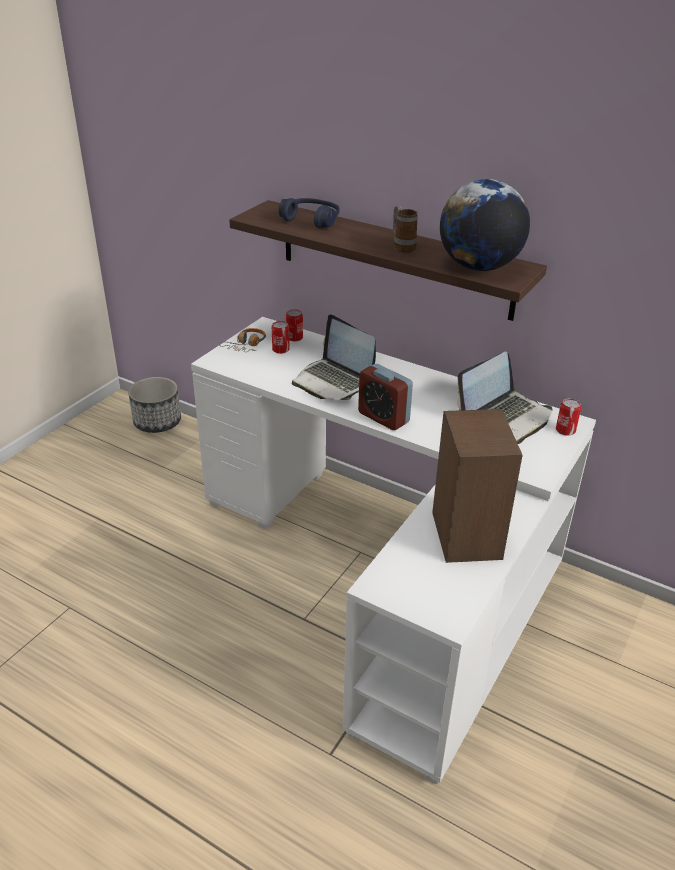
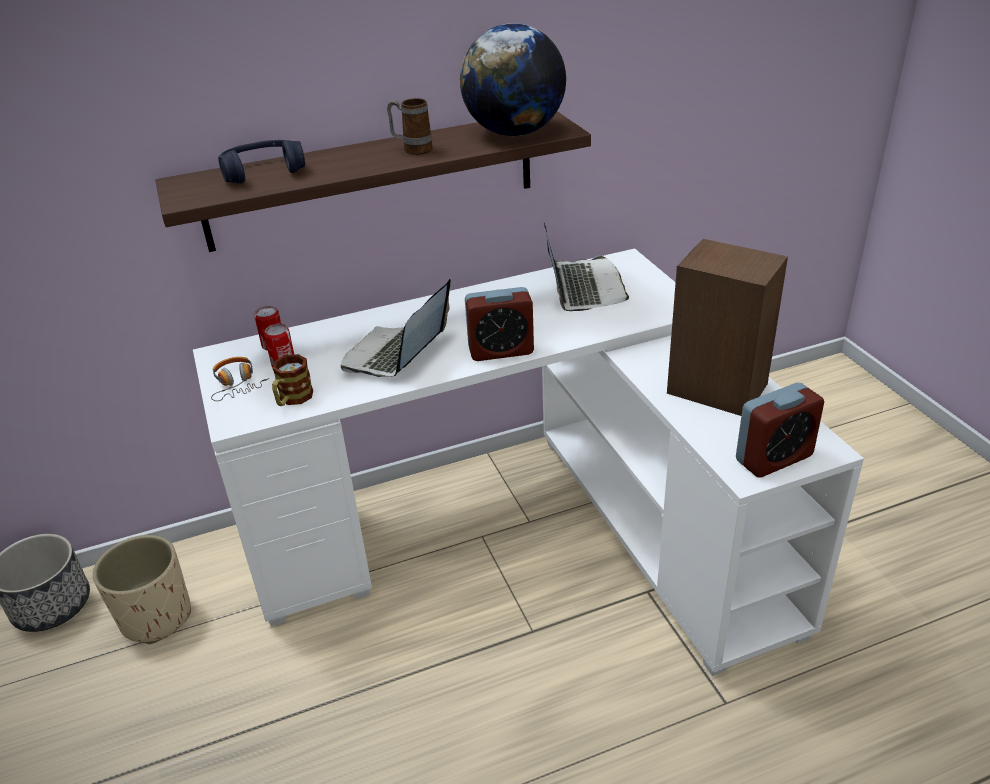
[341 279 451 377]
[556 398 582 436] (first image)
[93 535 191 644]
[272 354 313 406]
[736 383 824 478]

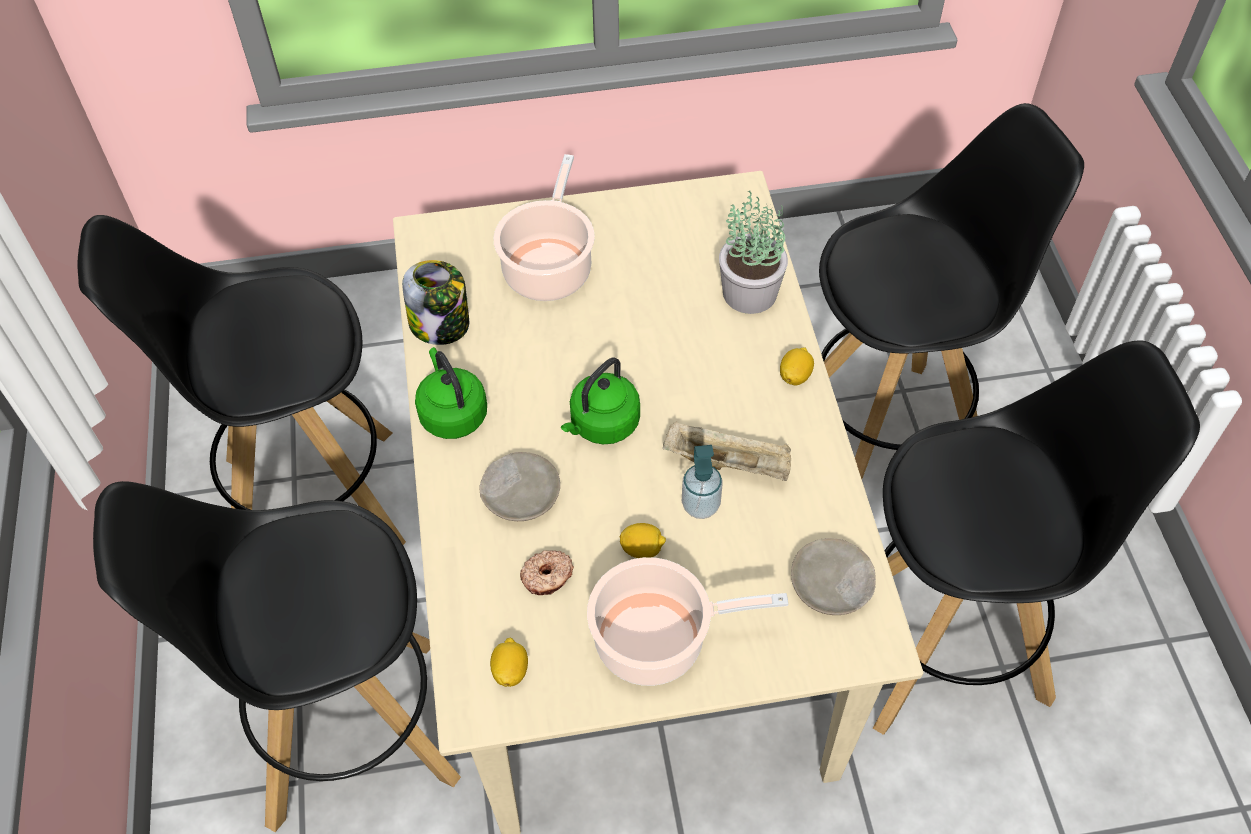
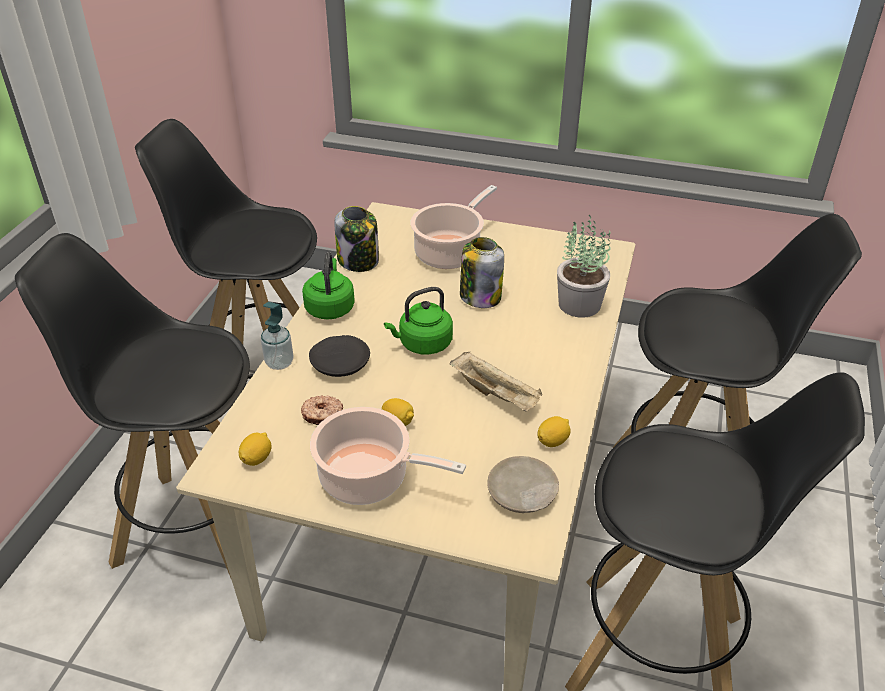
[309 335 370 377]
[261 302 294 370]
[537 416 571 447]
[460 237 504 308]

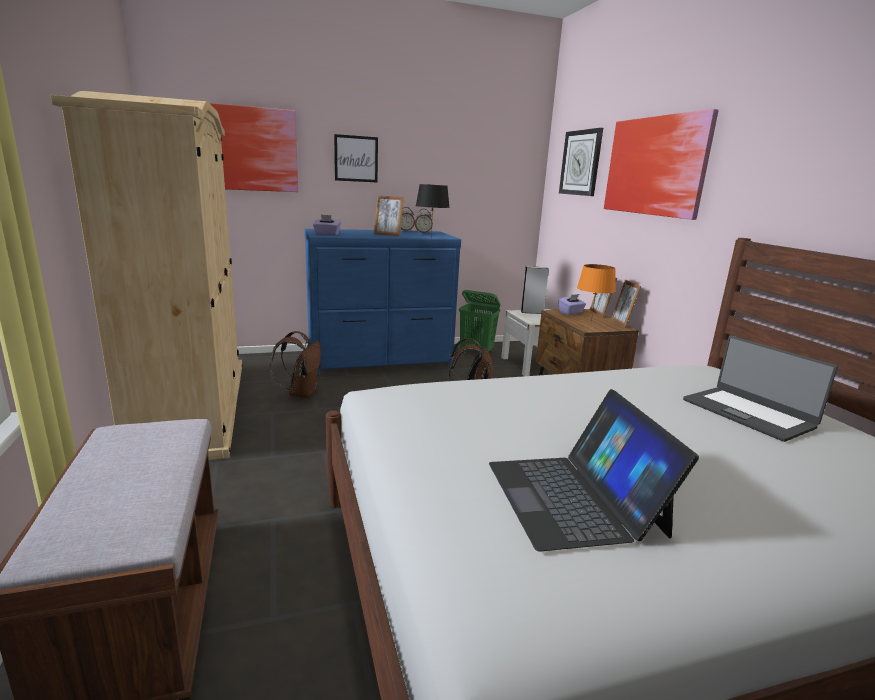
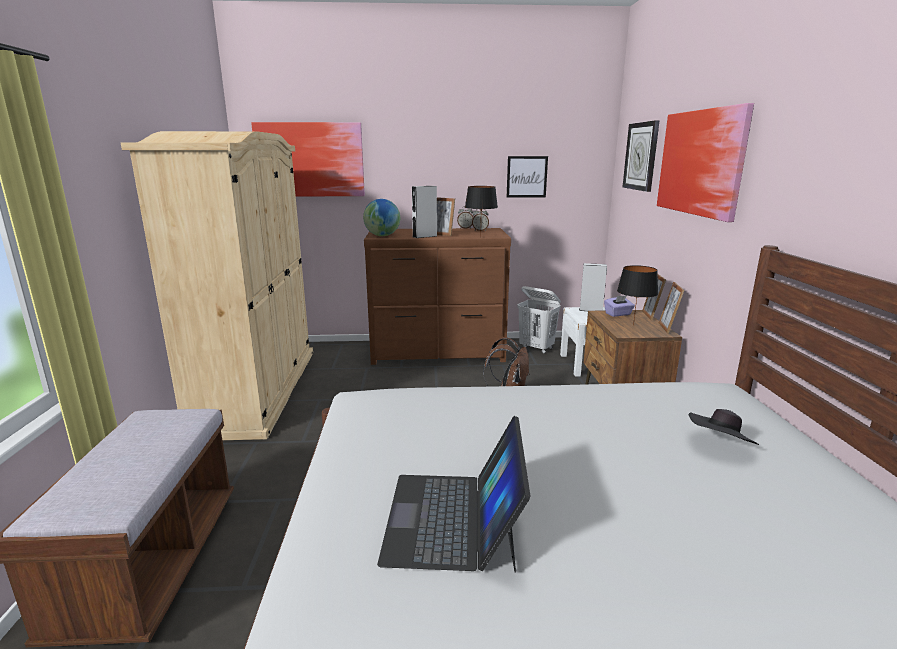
[270 331 321 398] (first image)
[364 228 511 365]
[363 199 400 236]
[507 156 548 198]
[517 286 561 353]
[617 265 658 326]
[689 409 759 445]
[412 186 437 238]

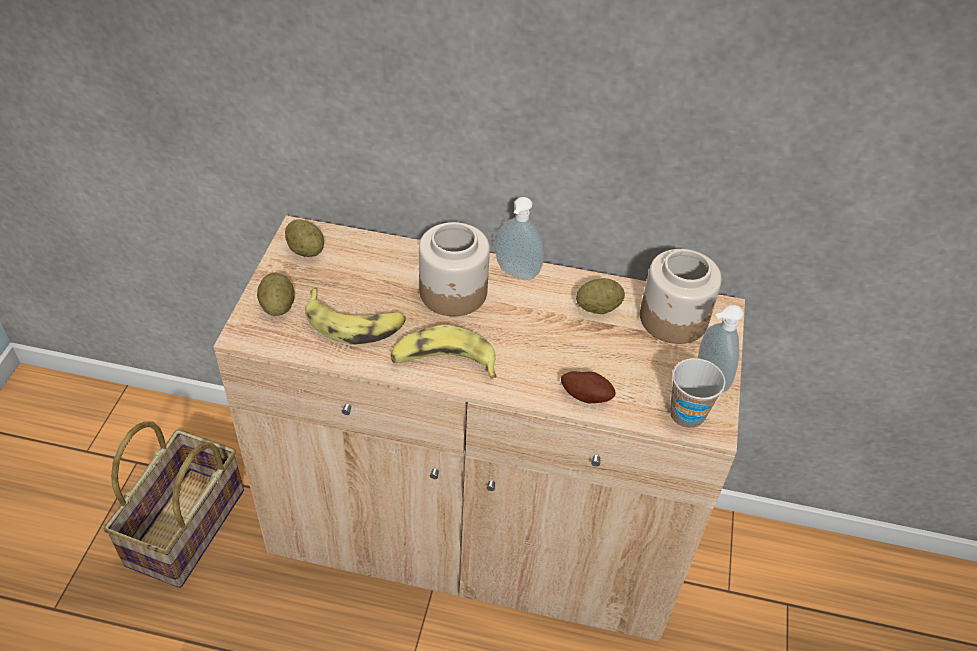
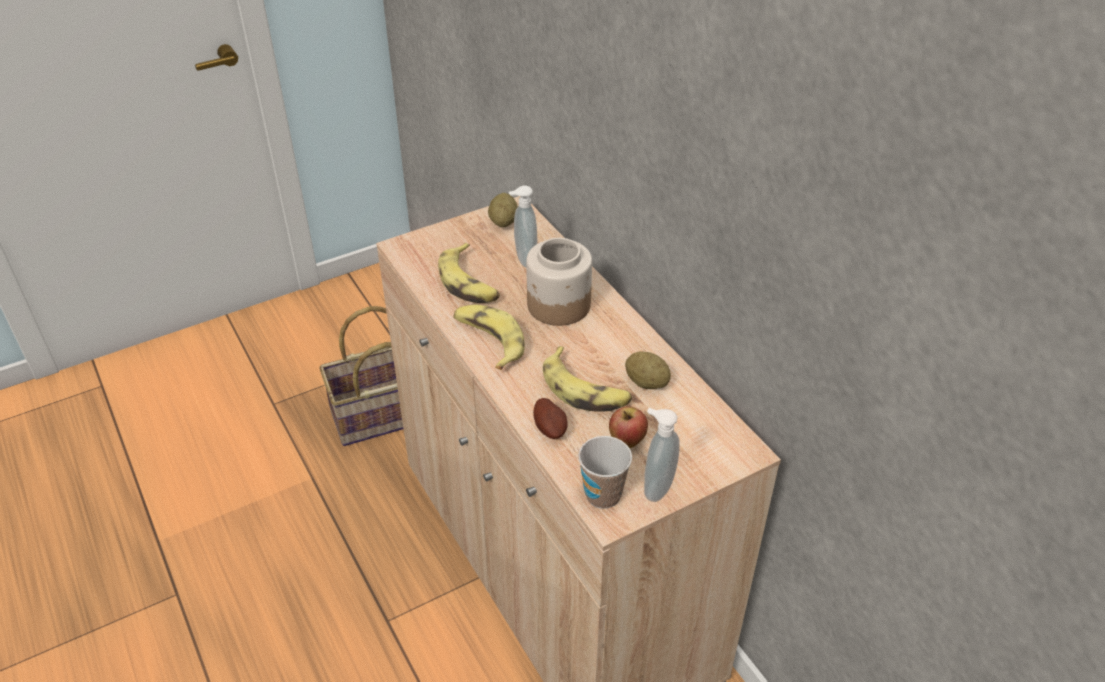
[257 273 295 316] (first image)
[509 185 537 268]
[640 249 722 344] (first image)
[543 346 632 412]
[609 406 648 448]

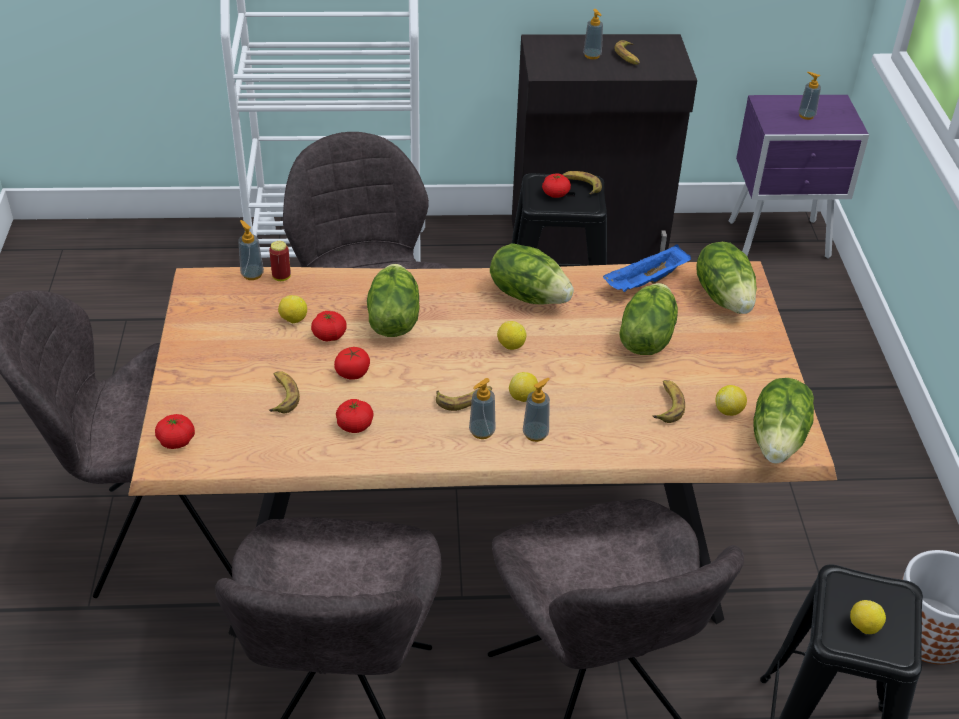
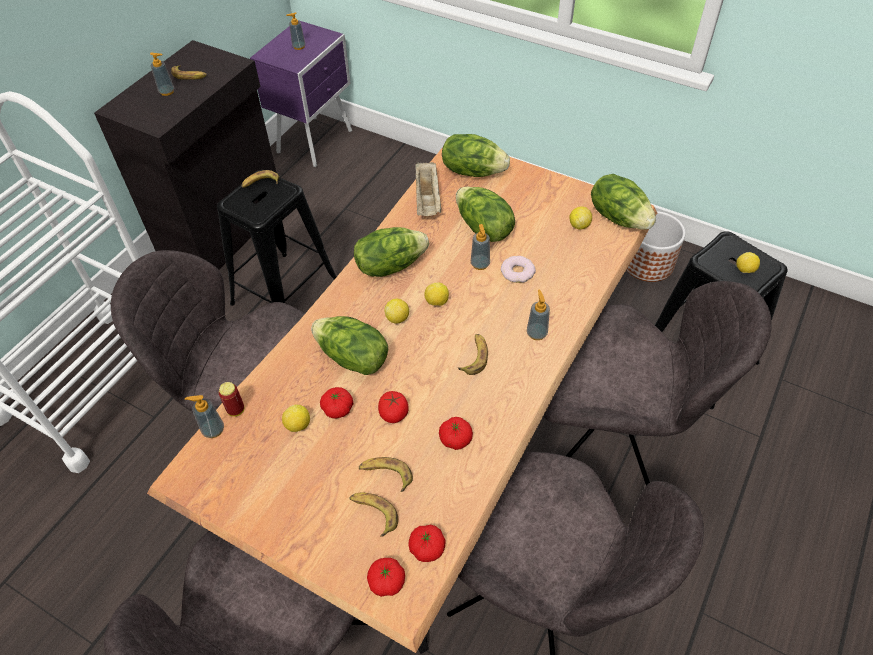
[471 224 490 270]
[384 299 409 324]
[408 525 446 562]
[416 161 441 216]
[349 493 398 536]
[501 256 536 283]

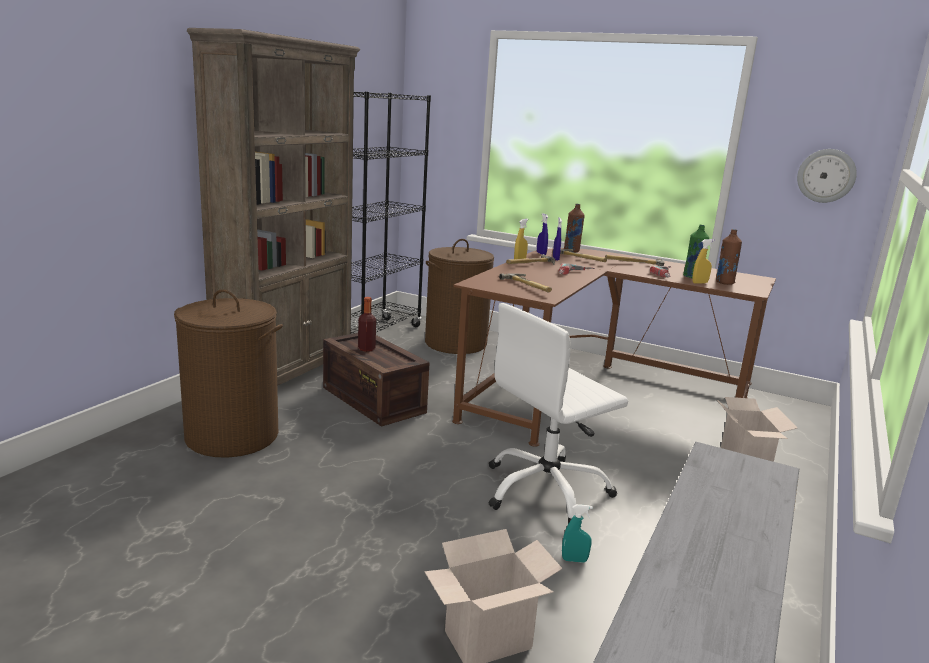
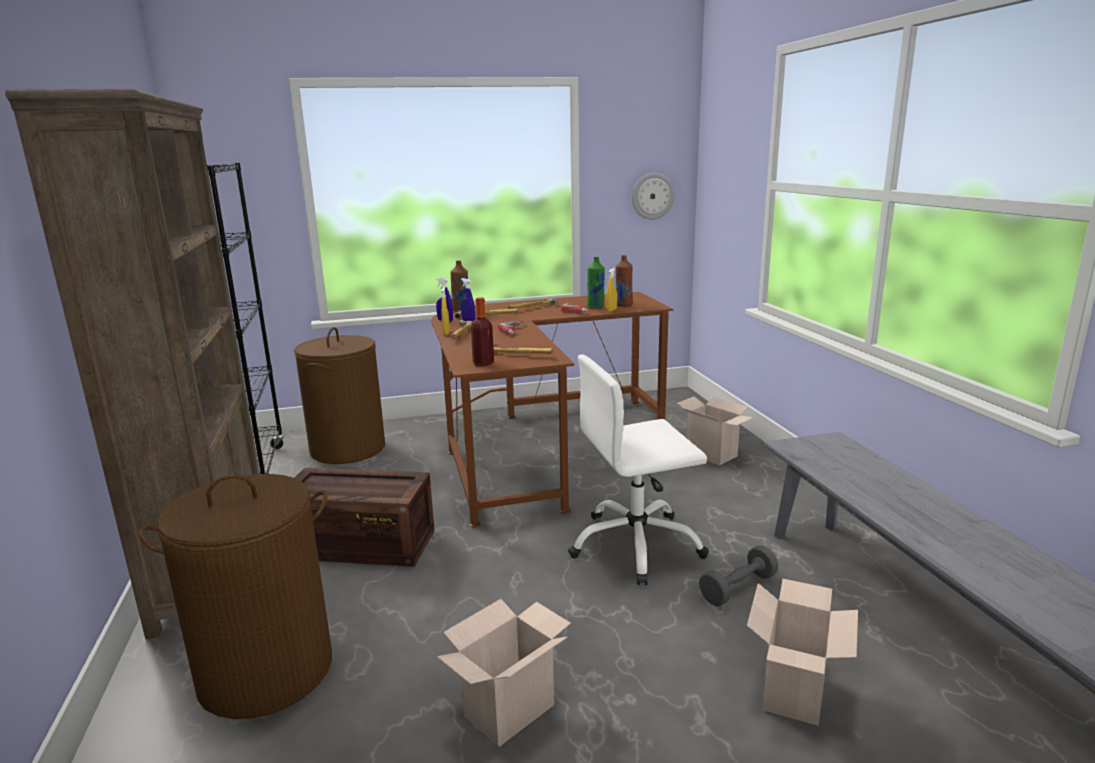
[471 297 494 366]
[568 354 709 585]
[699 545 778 606]
[437 599 571 747]

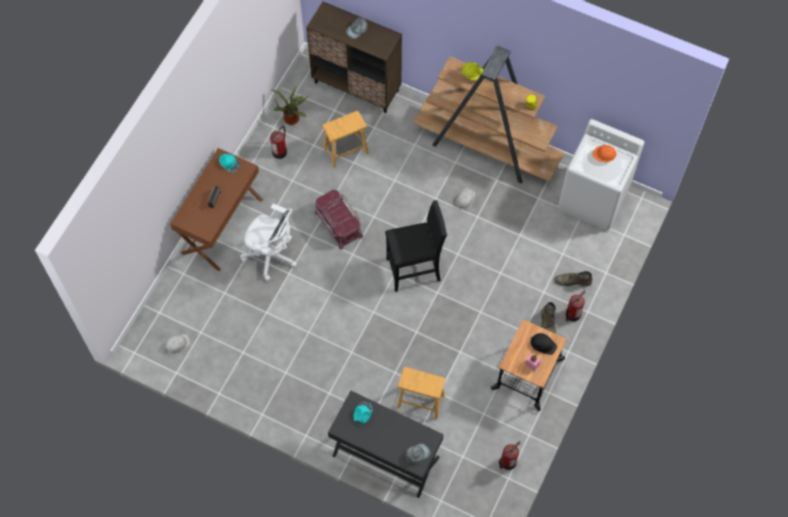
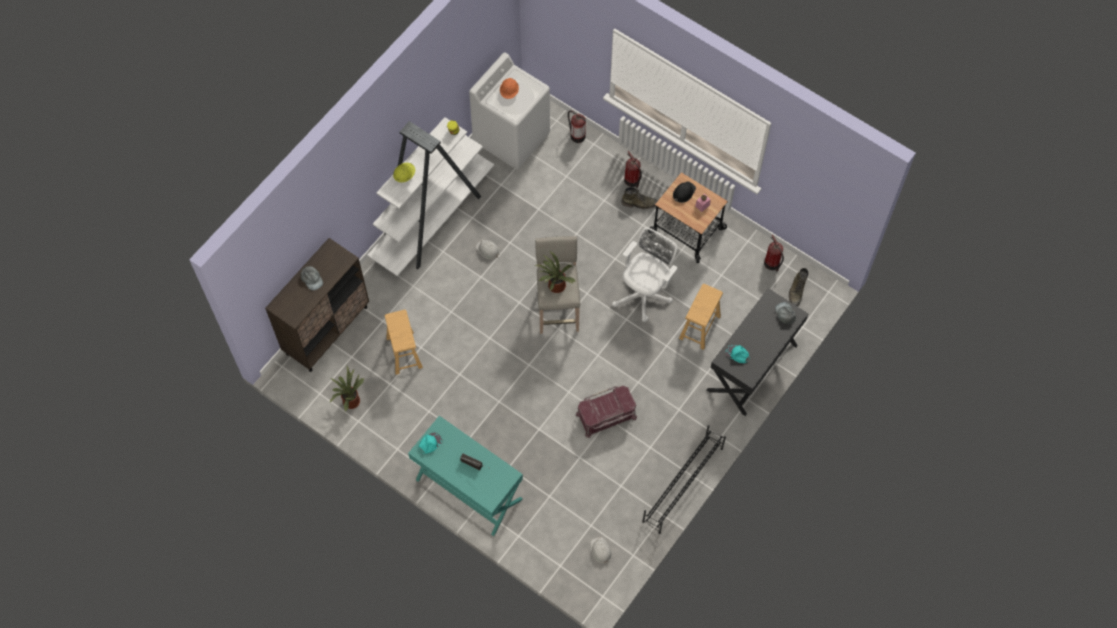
[408 416 523 536]
[612 227 678 322]
[568 110 586 143]
[576 386 637 438]
[535 236 580 334]
[367 117 494 276]
[789 268 809 307]
[534 251 576 293]
[642 425 726 534]

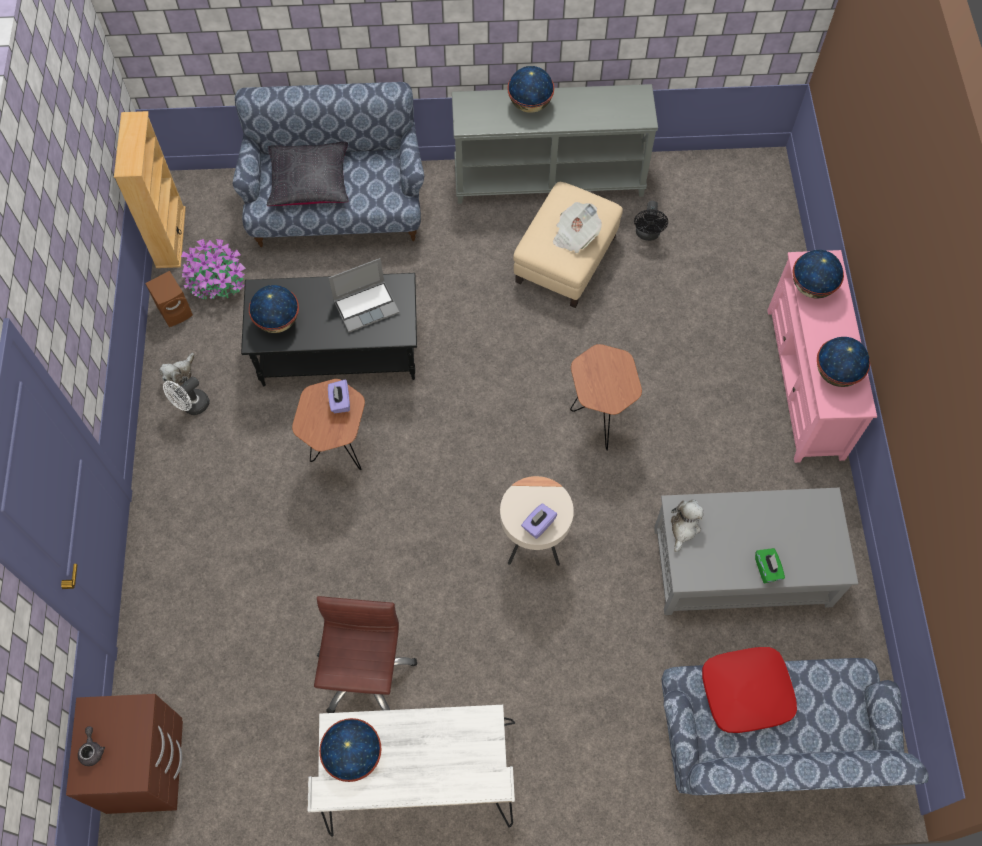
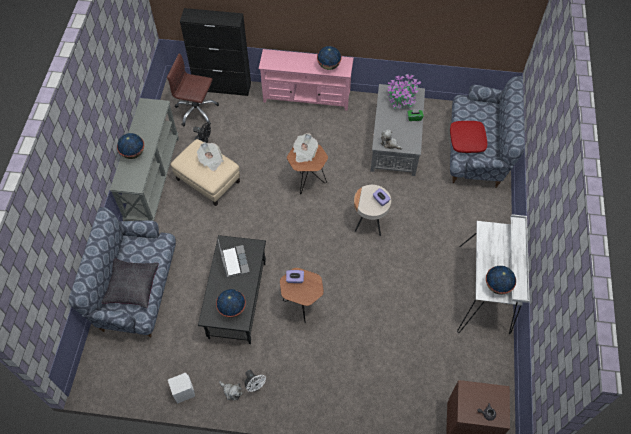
[114 111 186 268] (first image)
[168 372 195 404]
[387 74 421 109]
[167 53 219 126]
[792 250 844 299] (first image)
[180 8 251 96]
[293 133 318 162]

